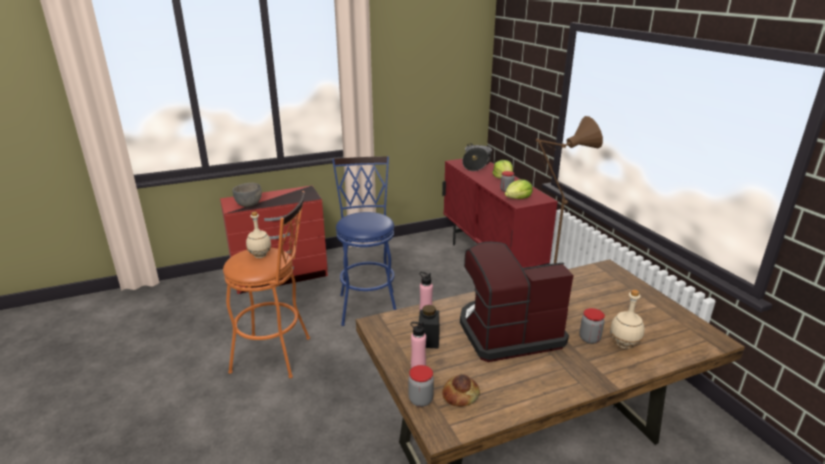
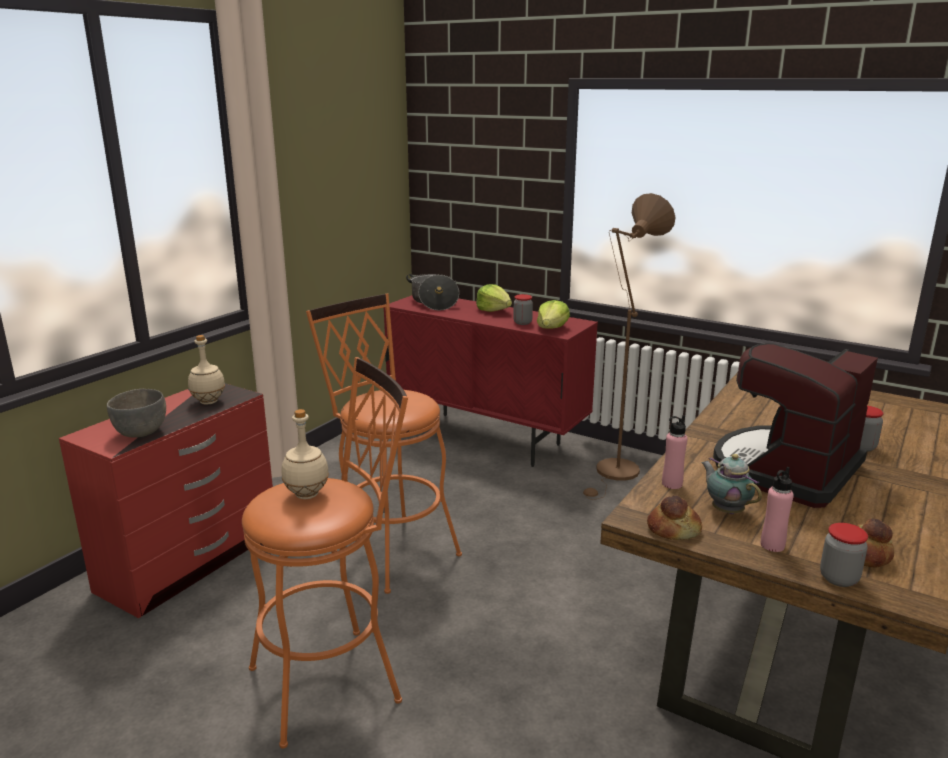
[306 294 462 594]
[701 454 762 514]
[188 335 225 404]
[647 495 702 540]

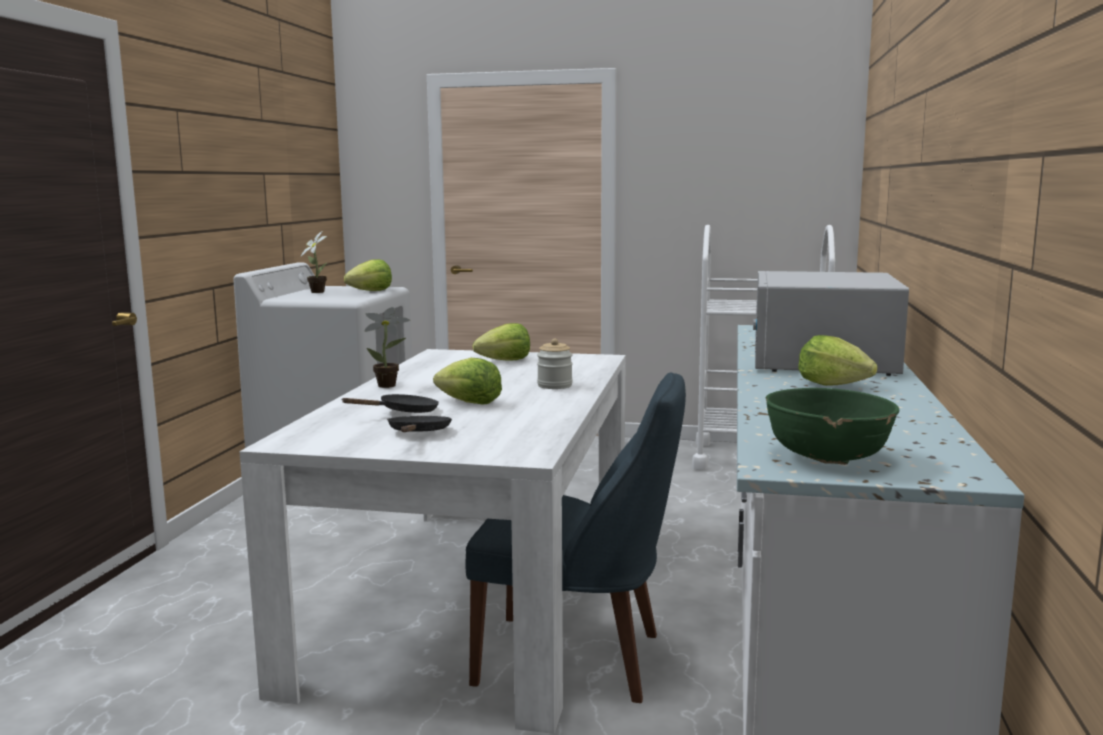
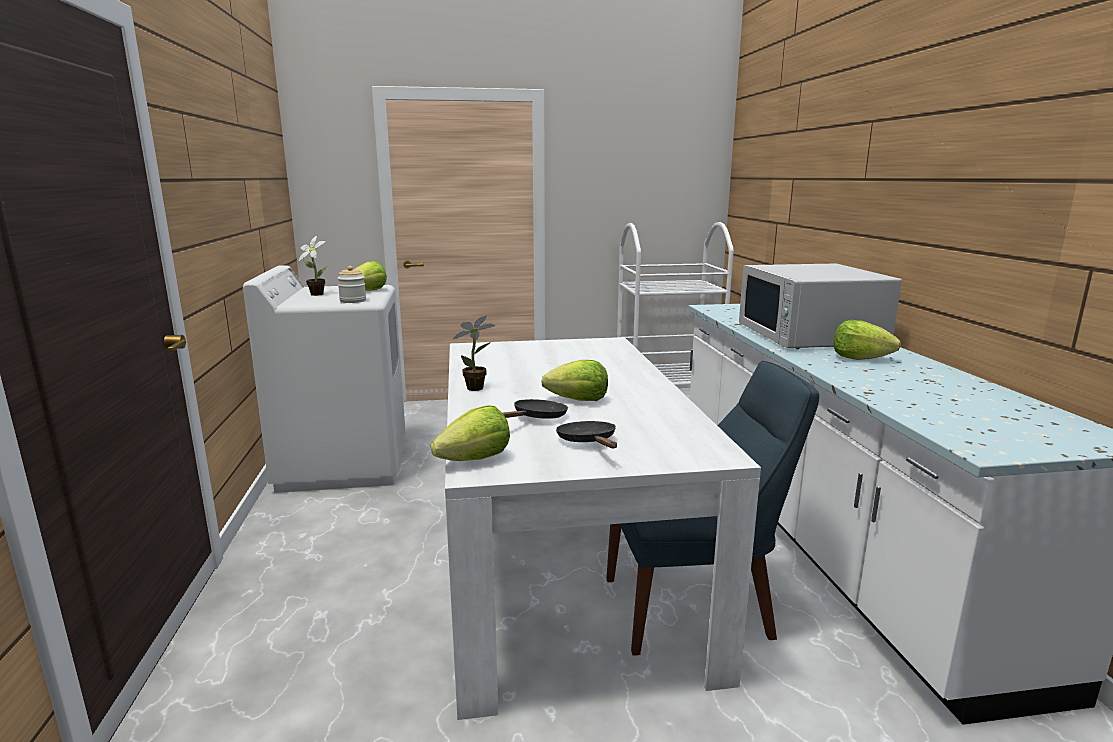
[431 405 510 461]
[337 266 366 303]
[765 388 899 465] (first image)

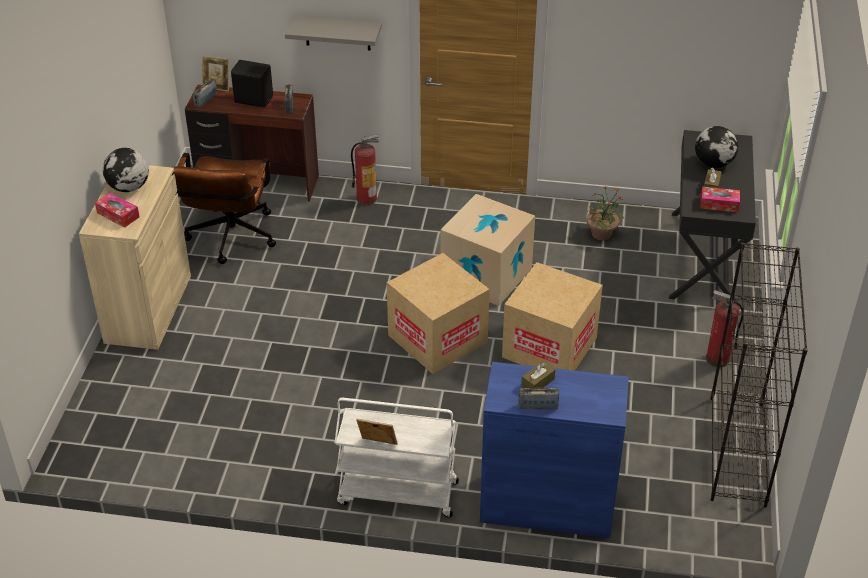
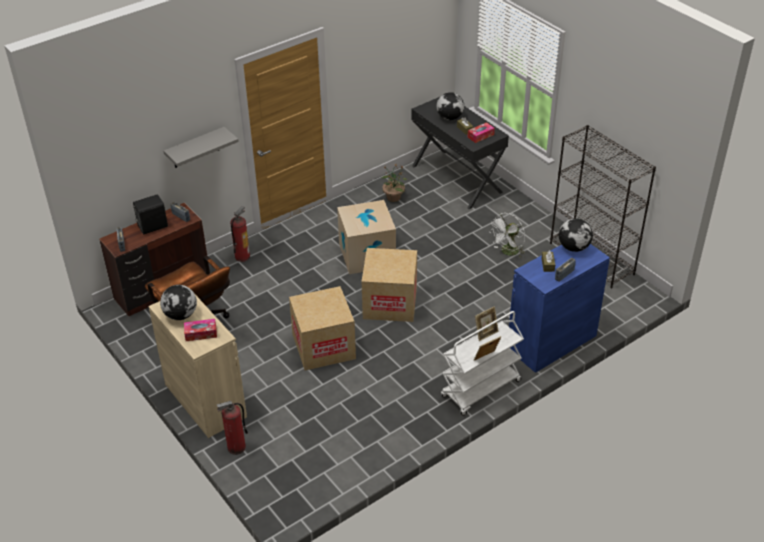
[475 306 499 341]
[289 286 356 370]
[217 401 248 455]
[489 213 525 257]
[559 218 593 252]

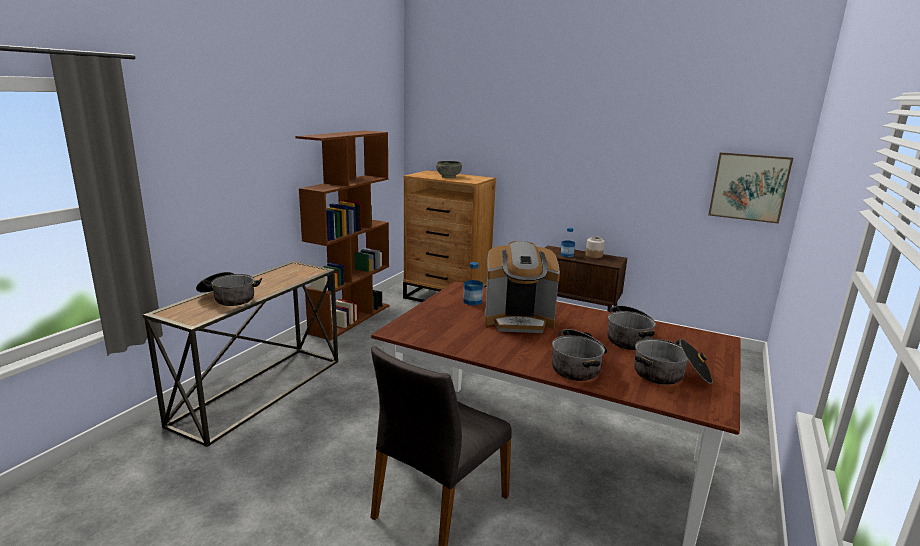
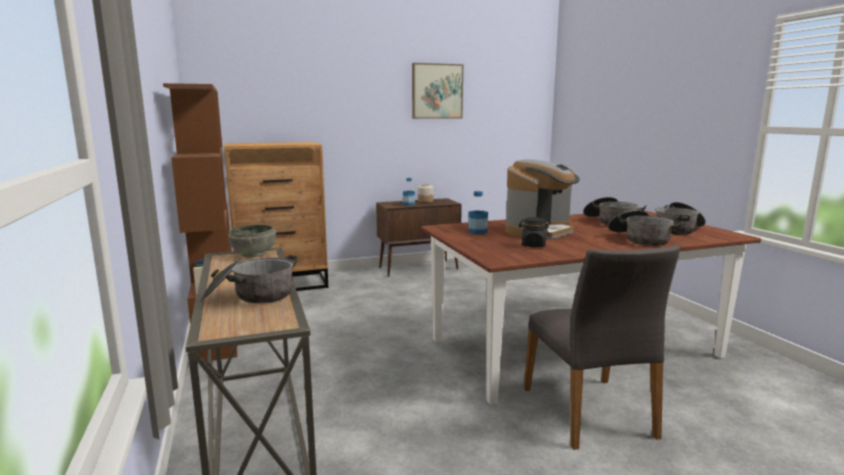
[228 225 276 258]
[412 63 463 119]
[519 217 549 247]

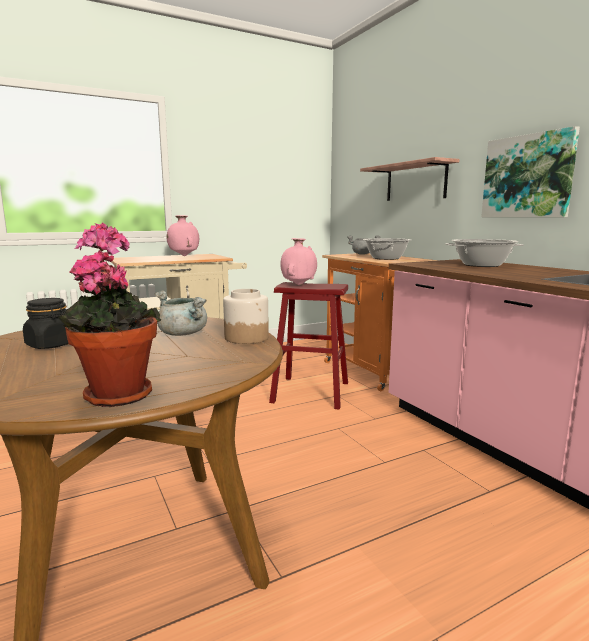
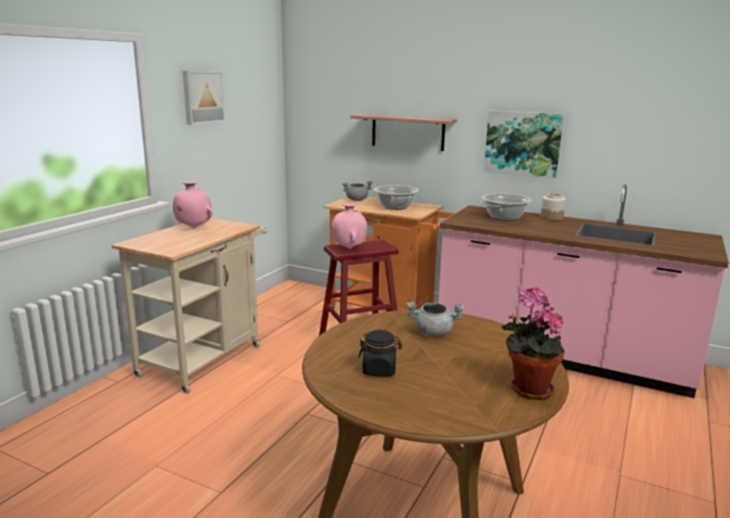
[540 193 566 221]
[183 71 226 125]

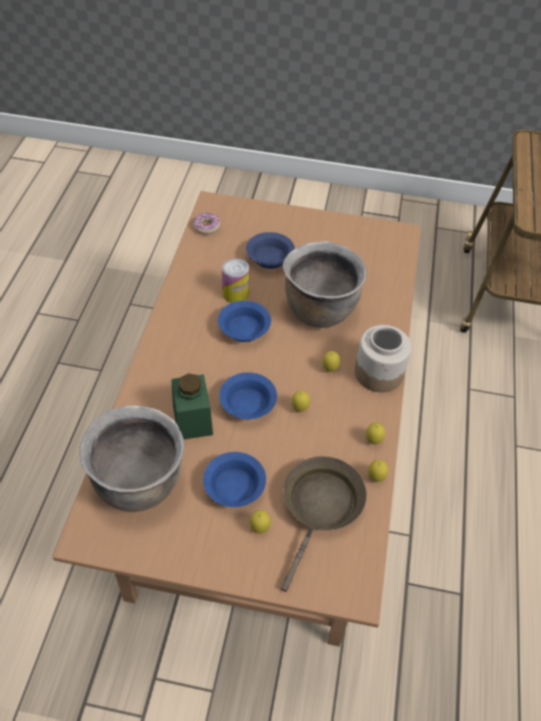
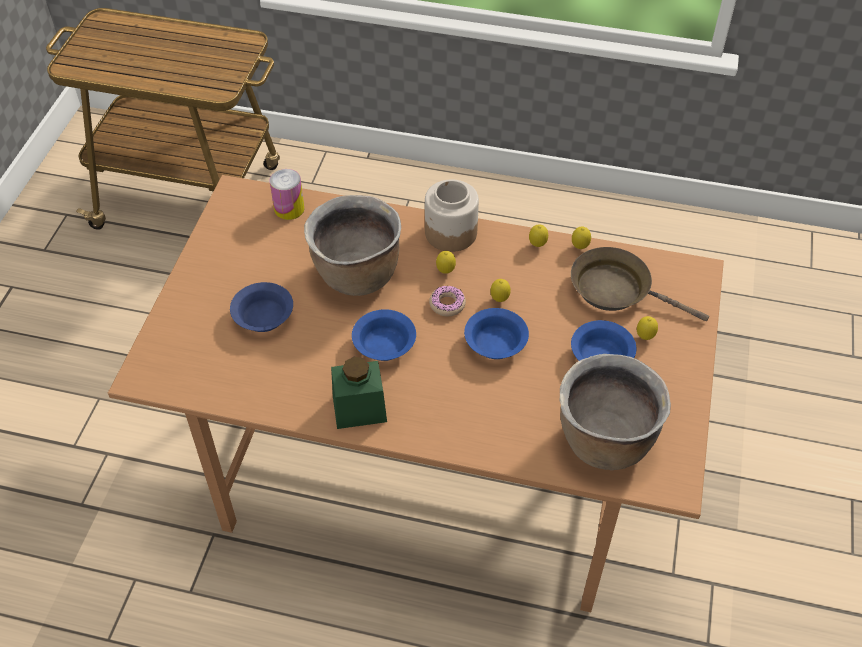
[331 357 387 429]
[429 286 466 316]
[270 169 304 220]

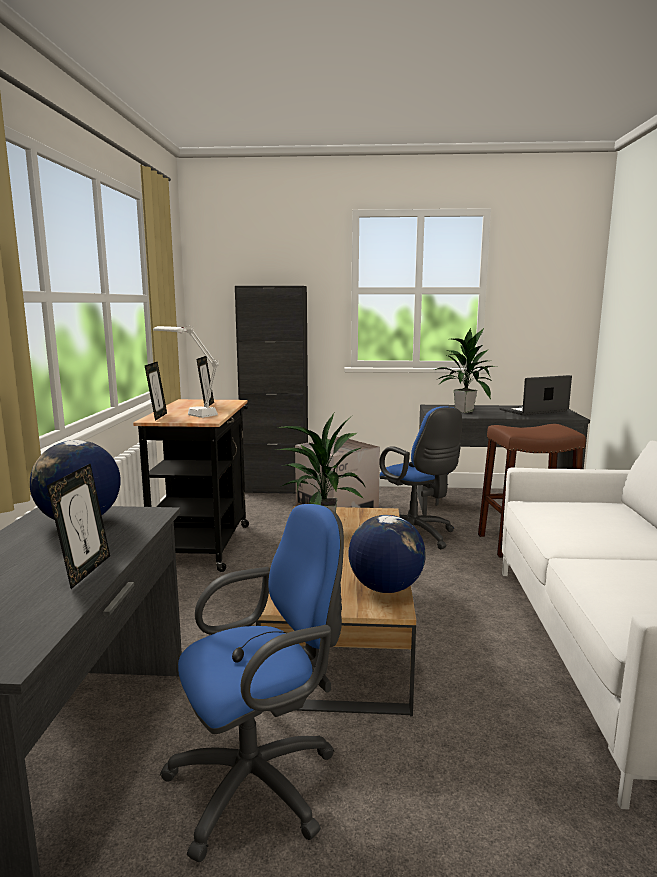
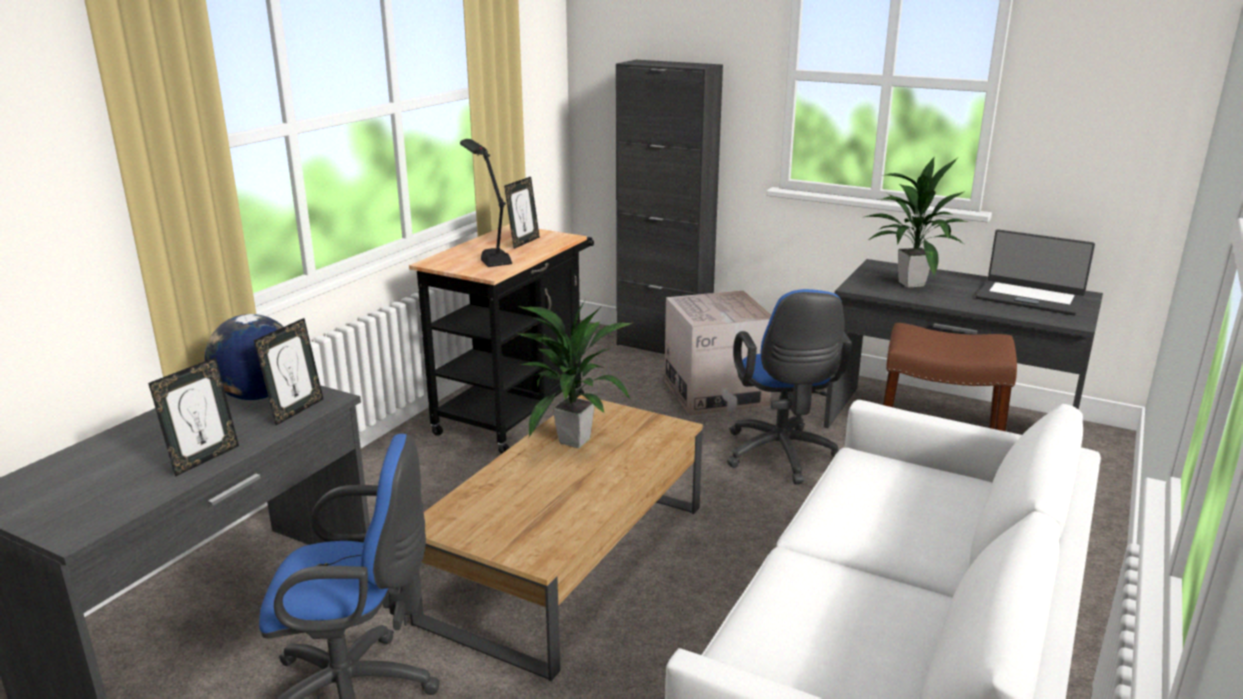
[254 318 323 425]
[460 139 512 267]
[348 515 426 593] (first image)
[976 229 1095 315]

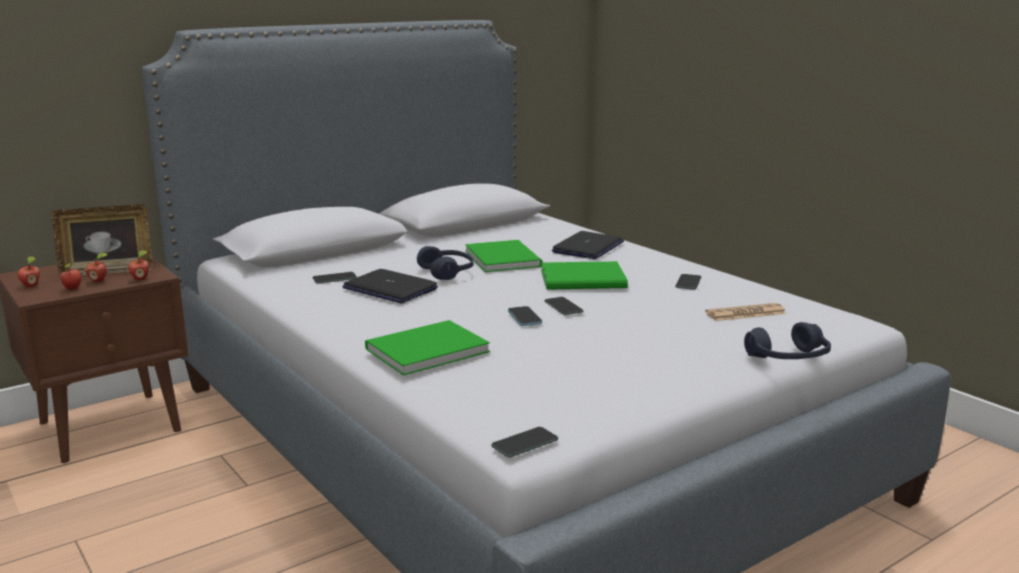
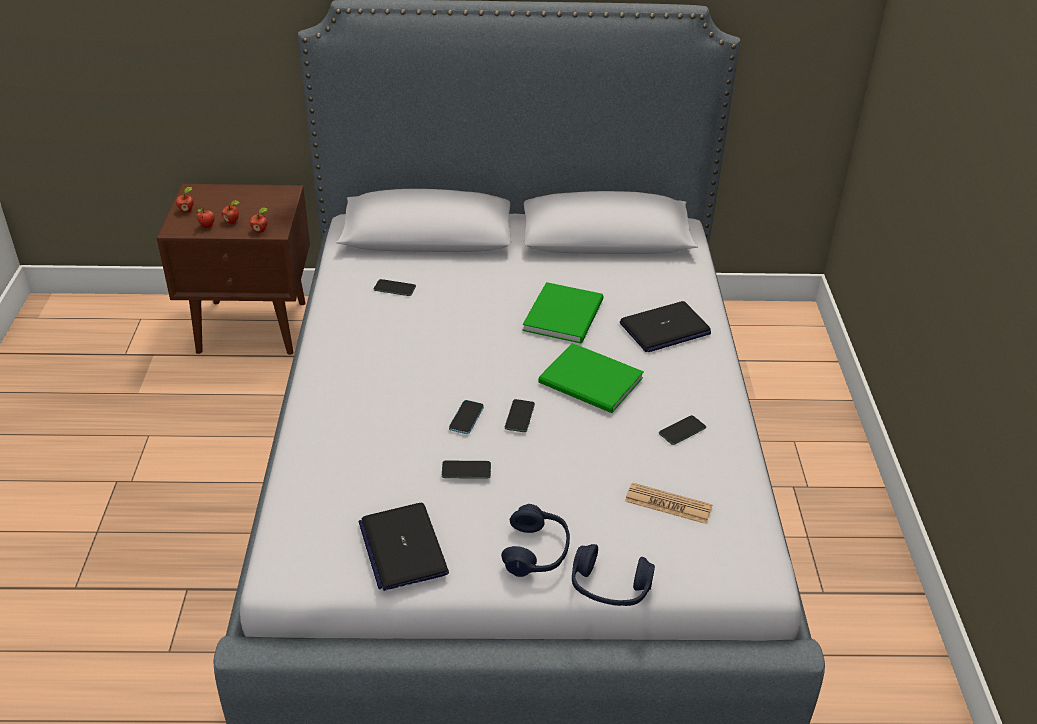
[52 204 153 275] (first image)
[358 503 449 591]
[365 320 490 375] (first image)
[501 504 570 577]
[442 461 491 479]

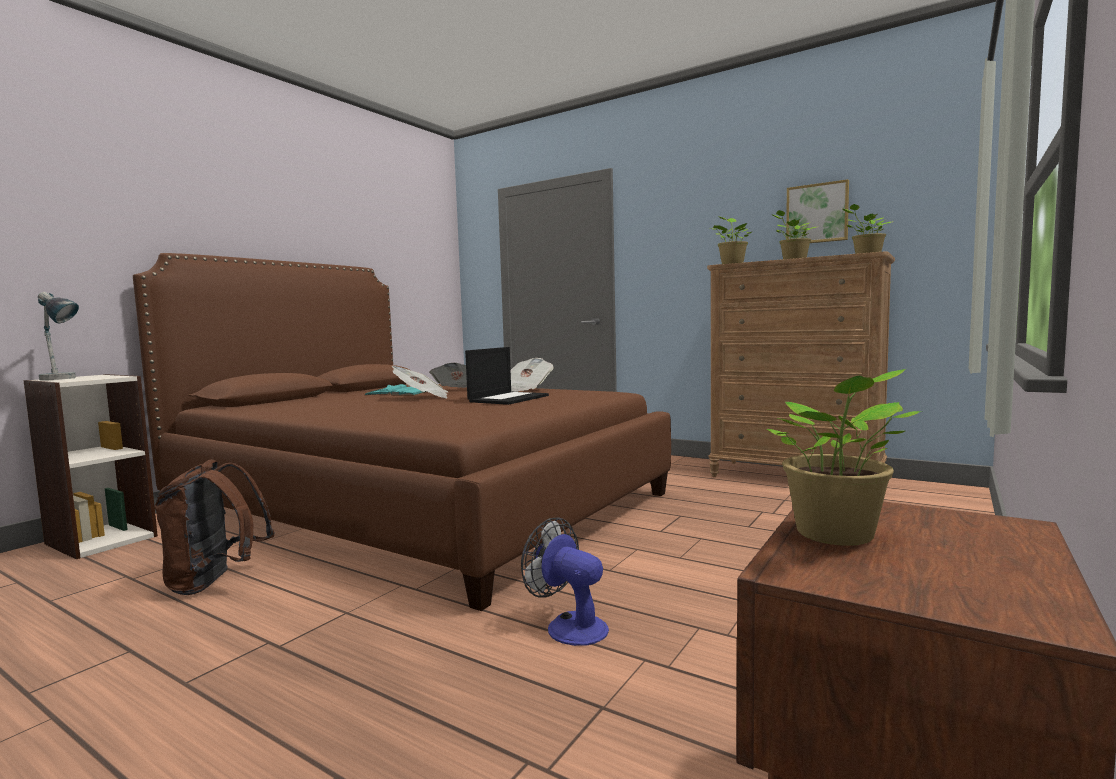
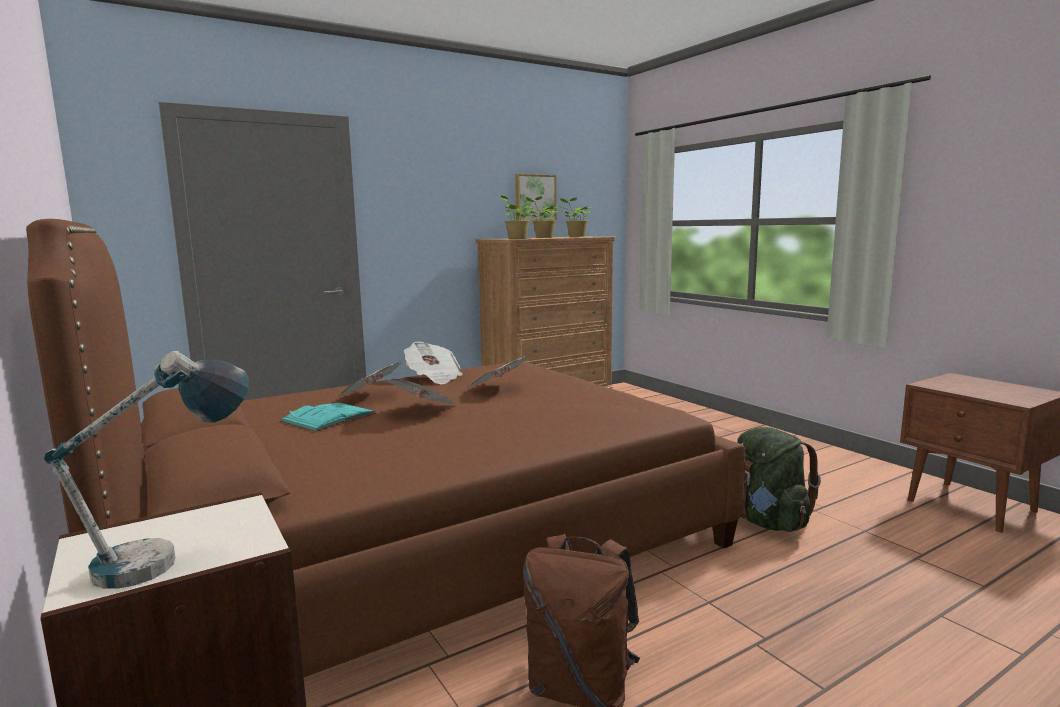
[467 356 528 387]
[737 427 821 532]
[767 369 923 546] (first image)

